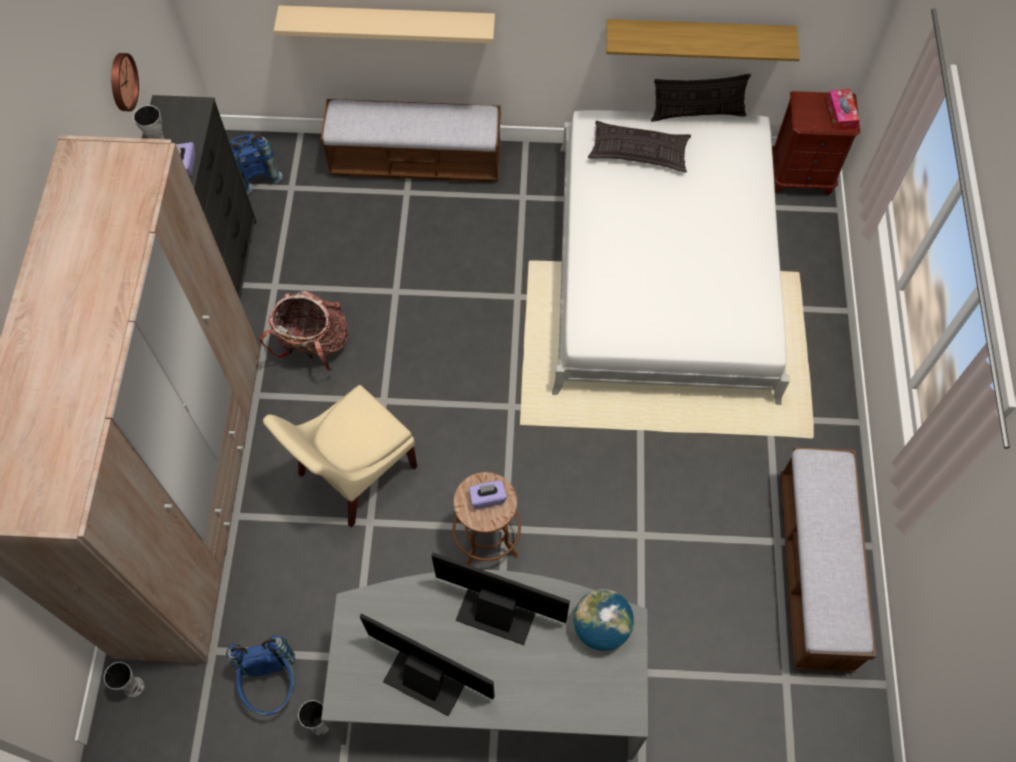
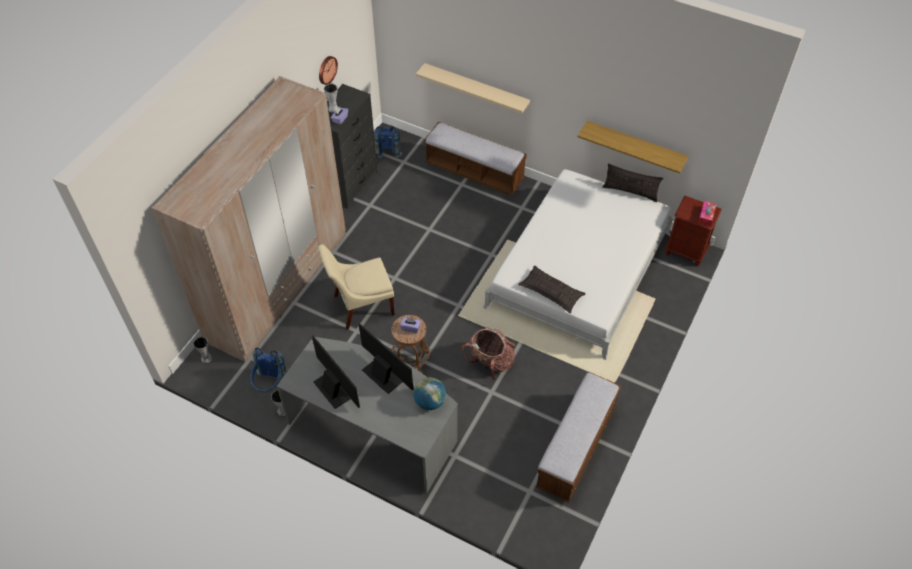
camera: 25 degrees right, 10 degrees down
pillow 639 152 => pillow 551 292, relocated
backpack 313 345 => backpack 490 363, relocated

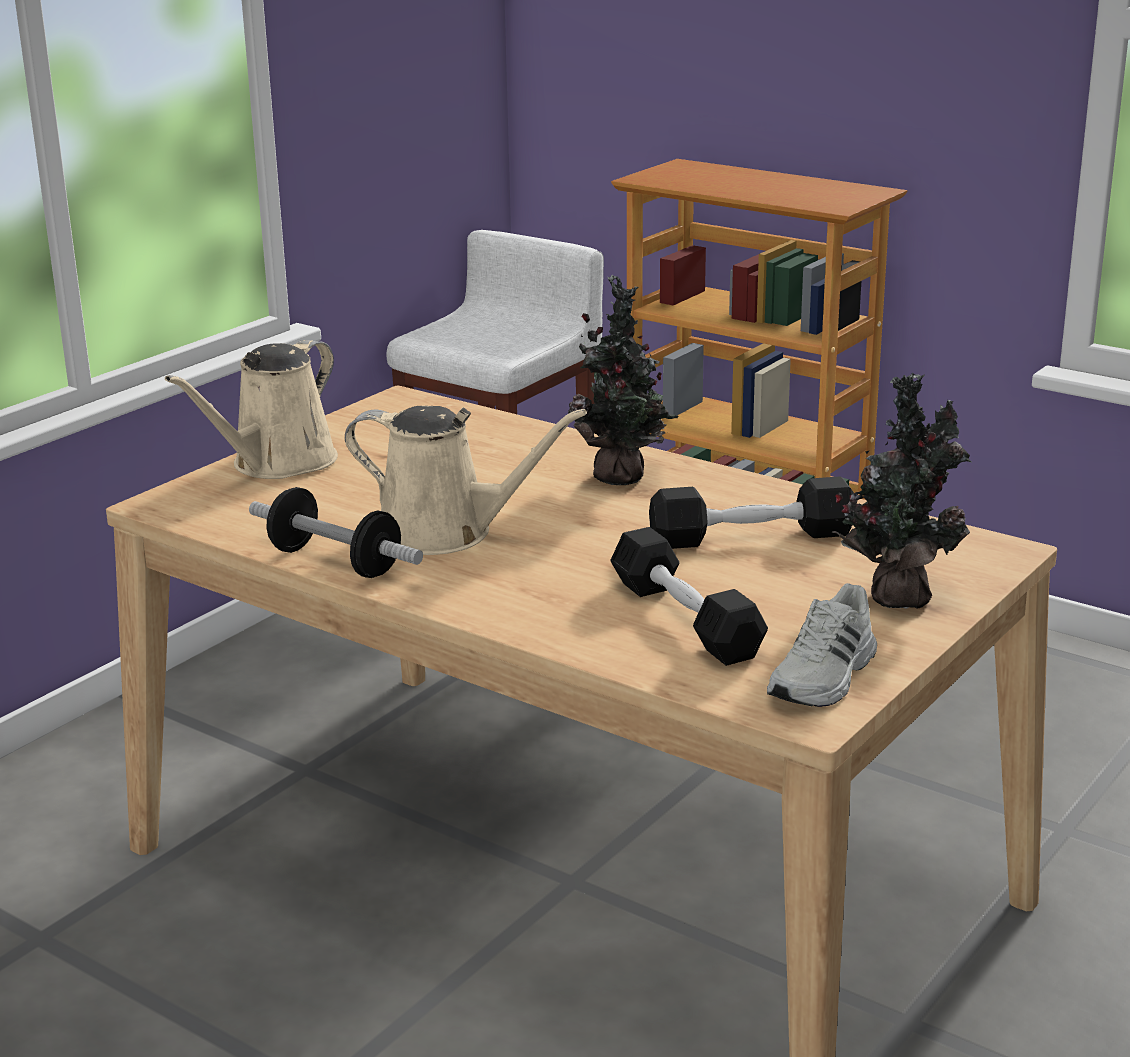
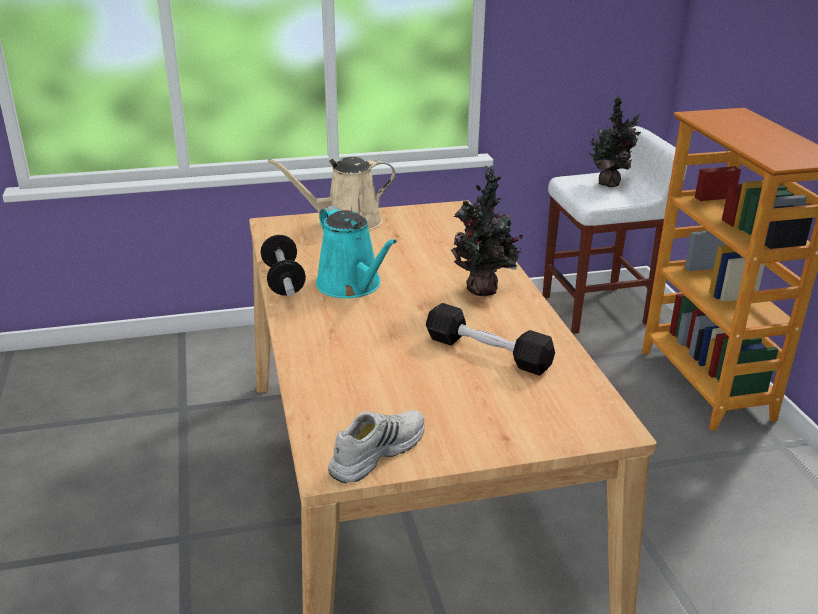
camera: 40 degrees right, 5 degrees up
potted plant 897 596 => potted plant 609 183, relocated
beige watering can 446 532 => turquoise watering can 352 286
black dumbbell 685 619 => nothing
white shoe 825 677 => white shoe 376 452, 150 degrees clockwise

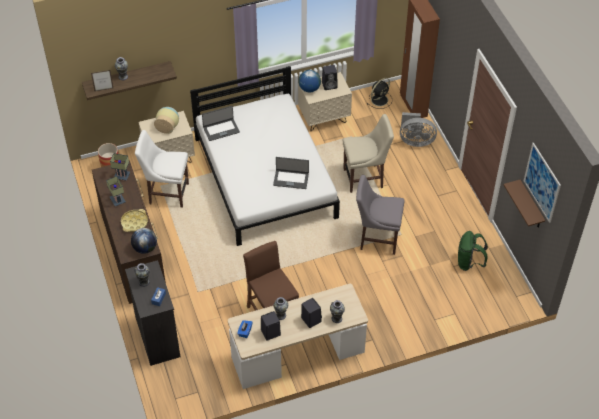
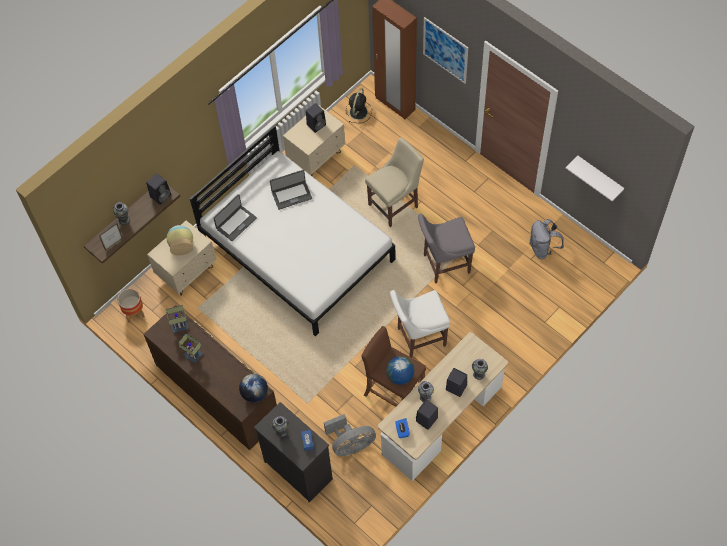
camera: 25 degrees left, 10 degrees up
globe 309 89 => globe 400 376, relocated
grey fan 415 141 => grey fan 351 444, relocated
white chair 167 193 => white chair 419 337, relocated
picture 542 182 => picture 445 50, relocated
laptop 291 179 => laptop 291 195, relocated
brown shelf 531 206 => white shelf 599 177
yellow tray 134 222 => nothing
green backpack 469 263 => grey backpack 543 248
nothing => black speaker 161 195

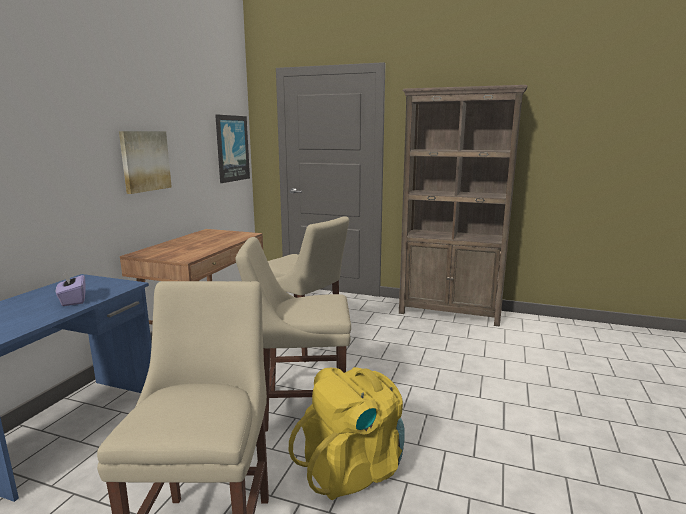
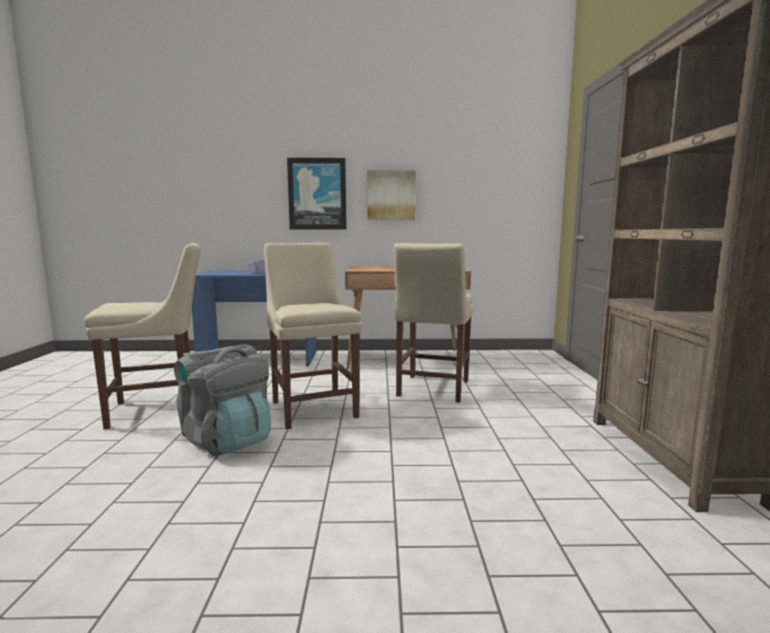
camera: 70 degrees right, 5 degrees down
picture 232 148 => picture 317 194, relocated
yellow backpack 353 469 => grey backpack 227 440

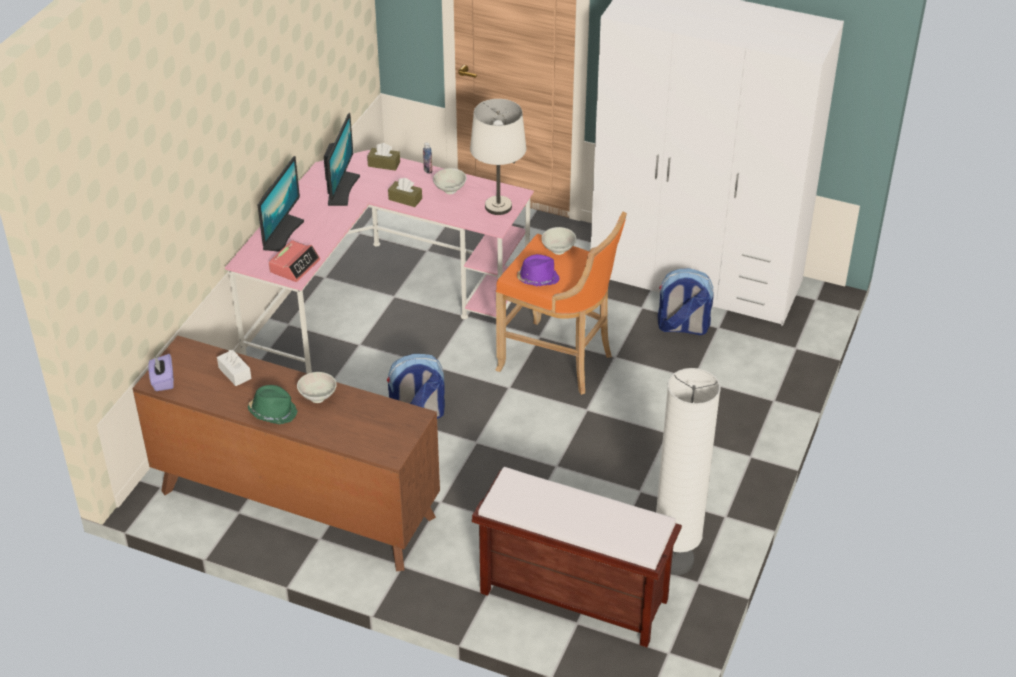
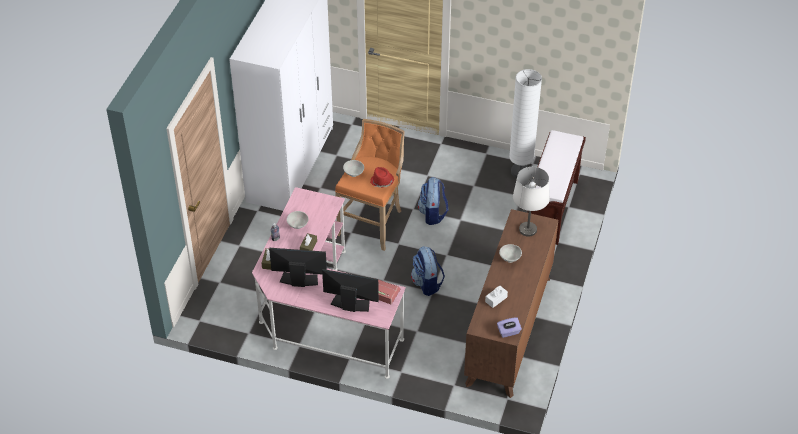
camera: 95 degrees left, 5 degrees up
white table lamp 498 207 => white table lamp 528 230, relocated
purple hat 537 279 => red hat 382 182
backpack 682 327 => backpack 433 214, relocated
green hat 273 412 => nothing

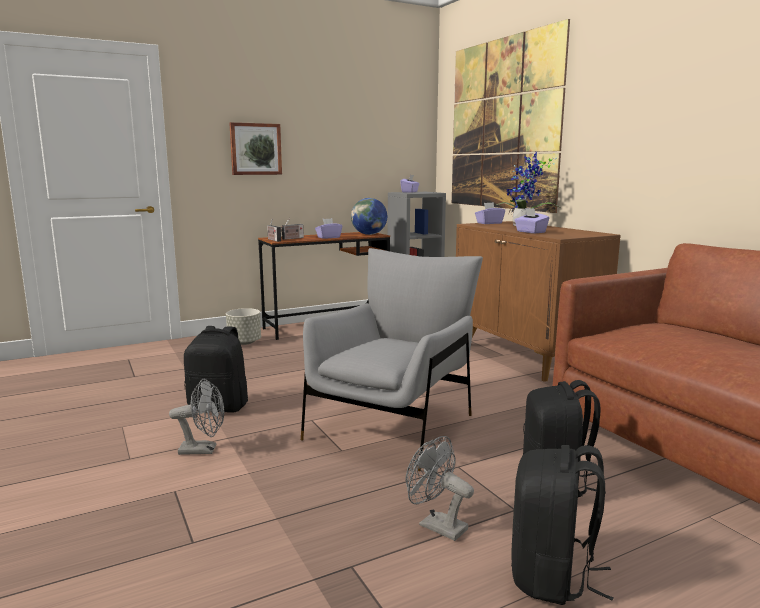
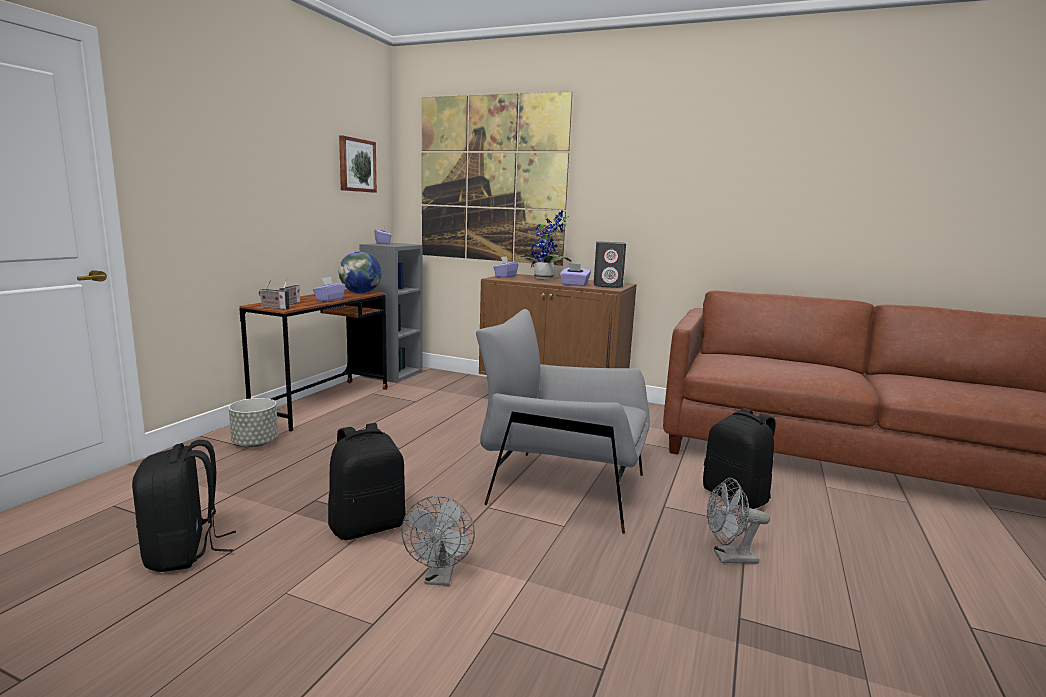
camera: 40 degrees left, 0 degrees up
picture 255 149 => picture 356 165, relocated
grey armchair 393 425 => grey armchair 562 488, 60 degrees counterclockwise
grey fan 204 450 => grey fan 440 577, 135 degrees clockwise
black backpack 552 576 => black backpack 184 552, relocated
nothing => grey speaker 608 285

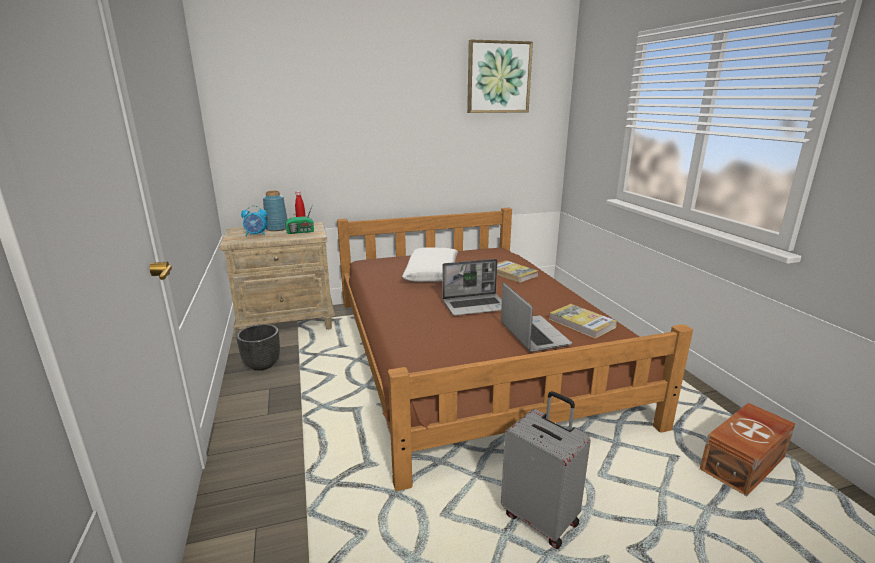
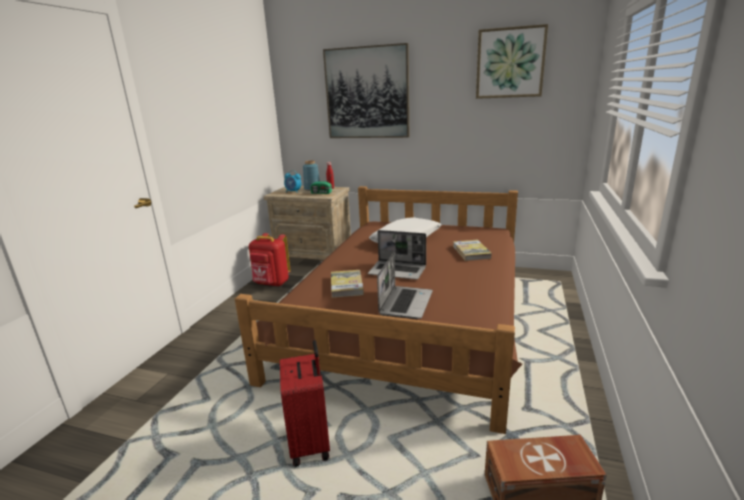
camera: 35 degrees right, 0 degrees up
book 582 323 => book 346 285, relocated
black planter 262 364 => red backpack 271 283
grey suitcase 541 518 => red suitcase 311 443
nothing => picture 367 93

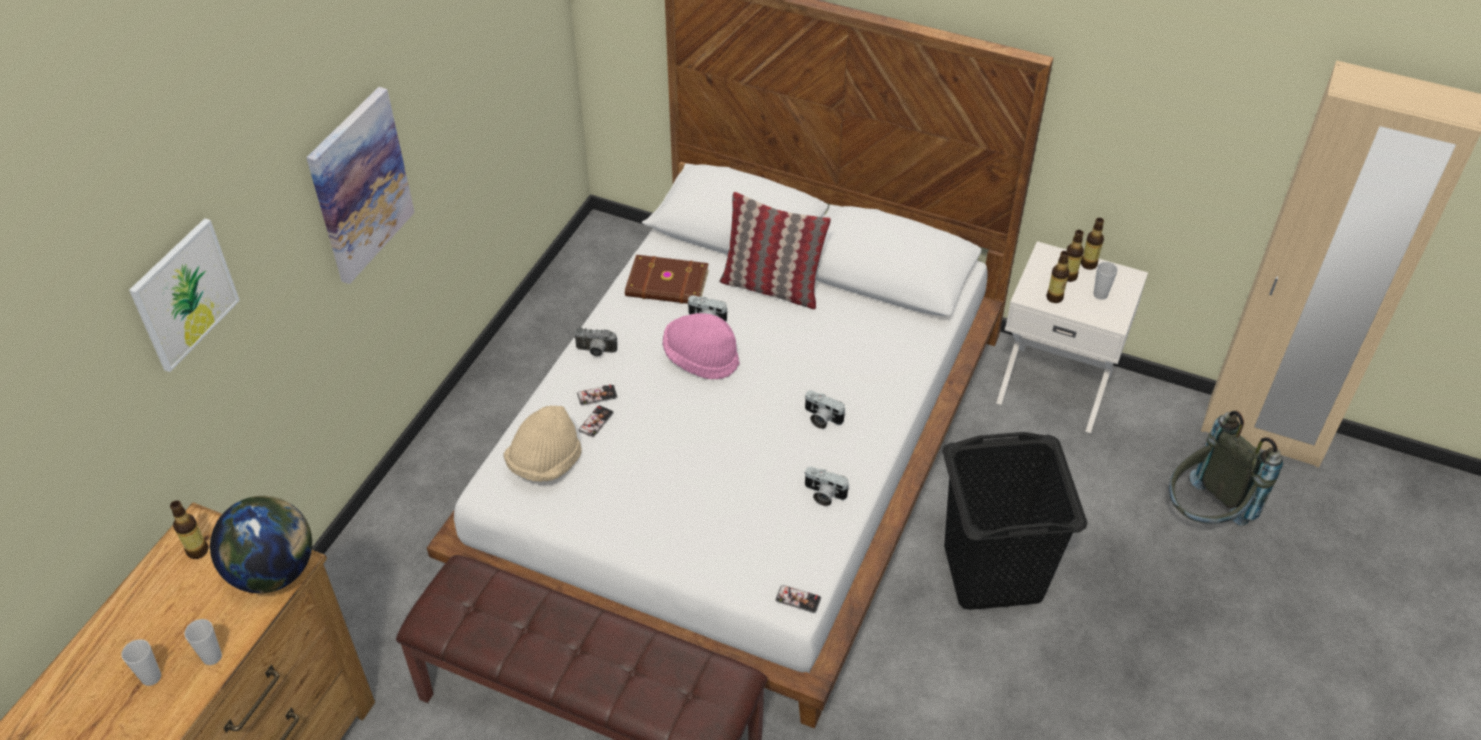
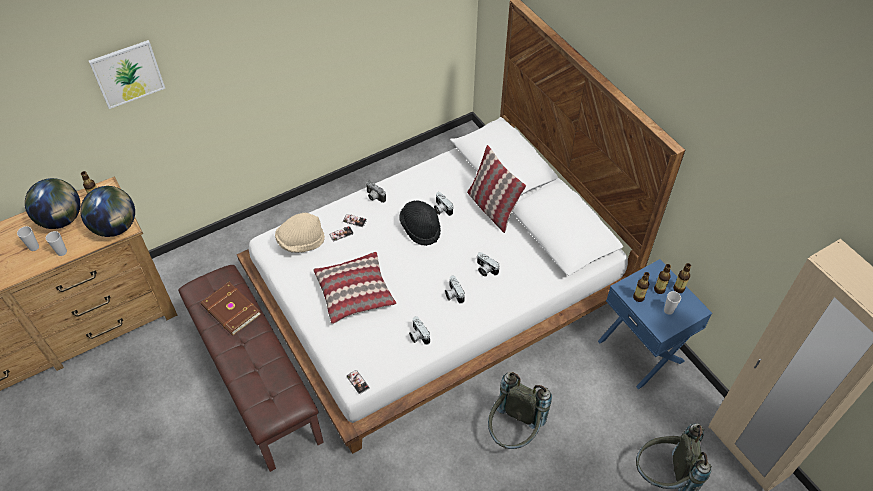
camera: 35 degrees right, 5 degrees up
picture 359 185 => nothing
white nightstand 1055 385 => blue nightstand 641 350
brown book 667 285 => brown book 230 311, relocated
pink hat 701 358 => black hat 421 228
black laundry basket 993 571 => grey backpack 513 432
nothing => globe 62 219
nothing => pillow 355 292
nothing => photo camera 485 269

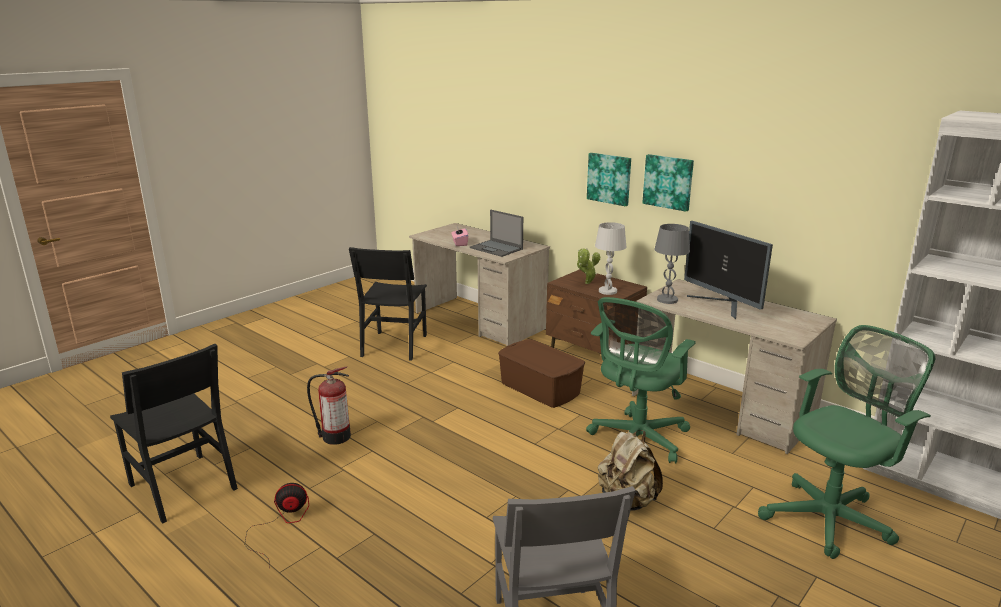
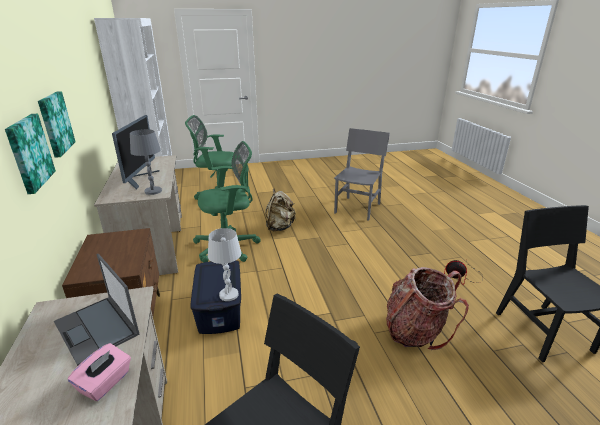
camera: 145 degrees left, 5 degrees up
laptop 497 248 => laptop 97 329, 150 degrees clockwise
white table lamp 608 291 => white table lamp 228 294, relocated
potted plant 586 283 => nothing
brown storage box 540 388 => blue storage box 220 308
fire extinguisher 334 436 => backpack 416 331

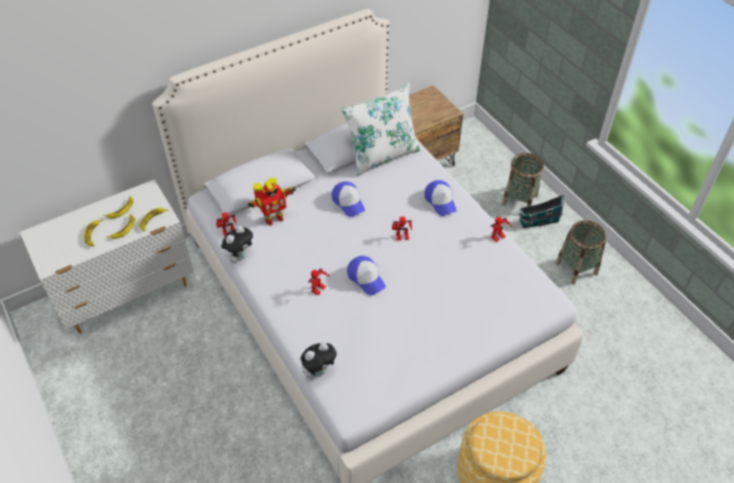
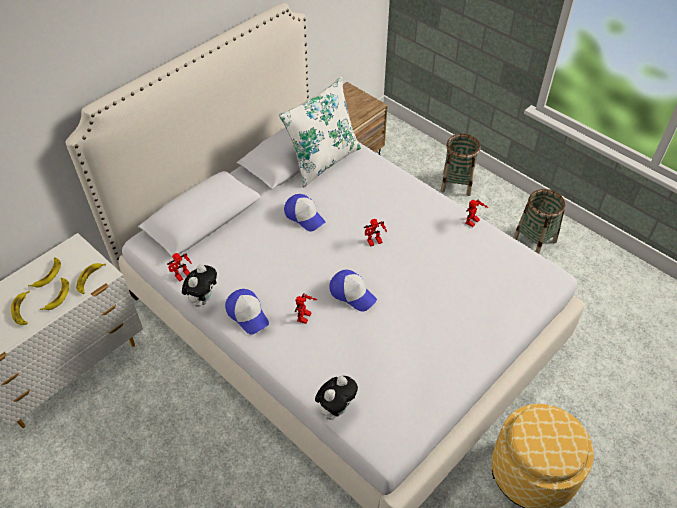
camera: 15 degrees left, 0 degrees up
toy robot 273 218 => nothing
cap 440 201 => cap 247 314, relocated
toy house 537 221 => nothing

